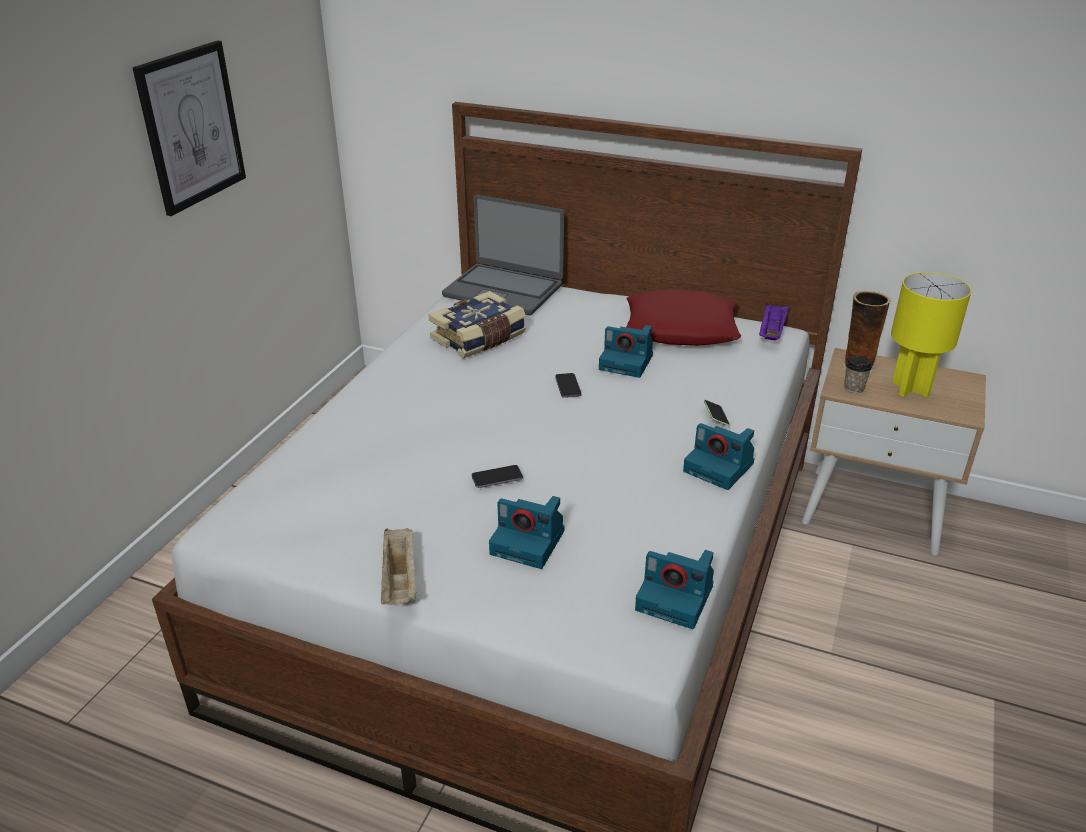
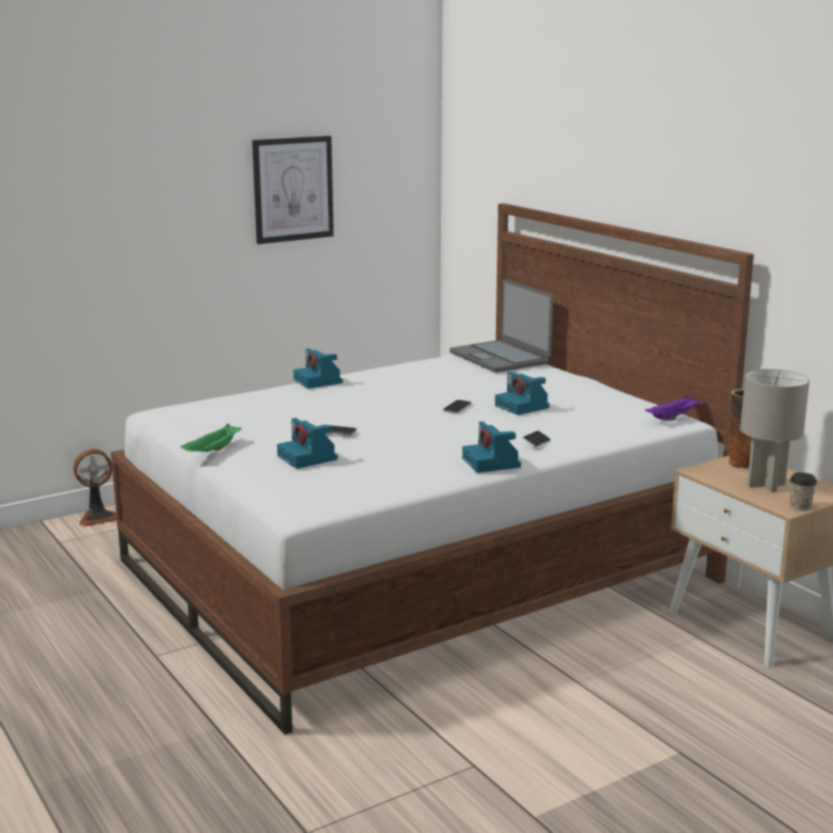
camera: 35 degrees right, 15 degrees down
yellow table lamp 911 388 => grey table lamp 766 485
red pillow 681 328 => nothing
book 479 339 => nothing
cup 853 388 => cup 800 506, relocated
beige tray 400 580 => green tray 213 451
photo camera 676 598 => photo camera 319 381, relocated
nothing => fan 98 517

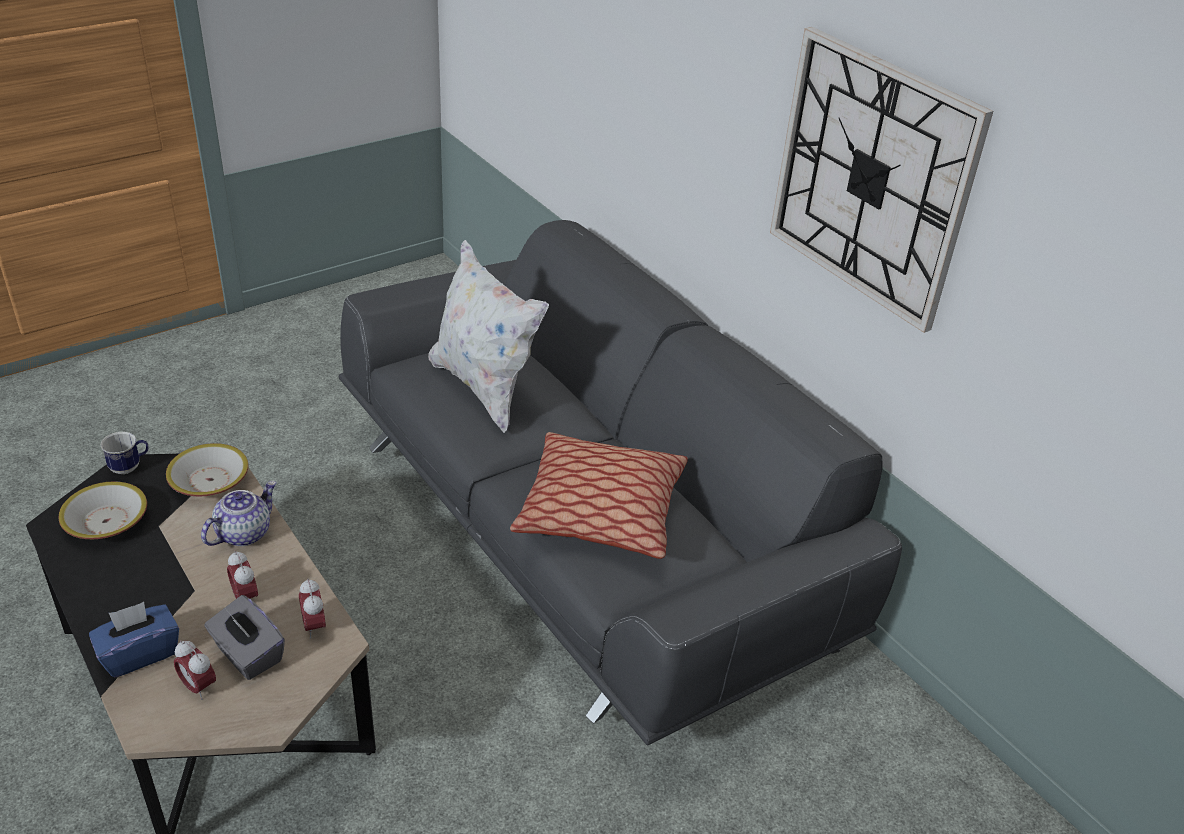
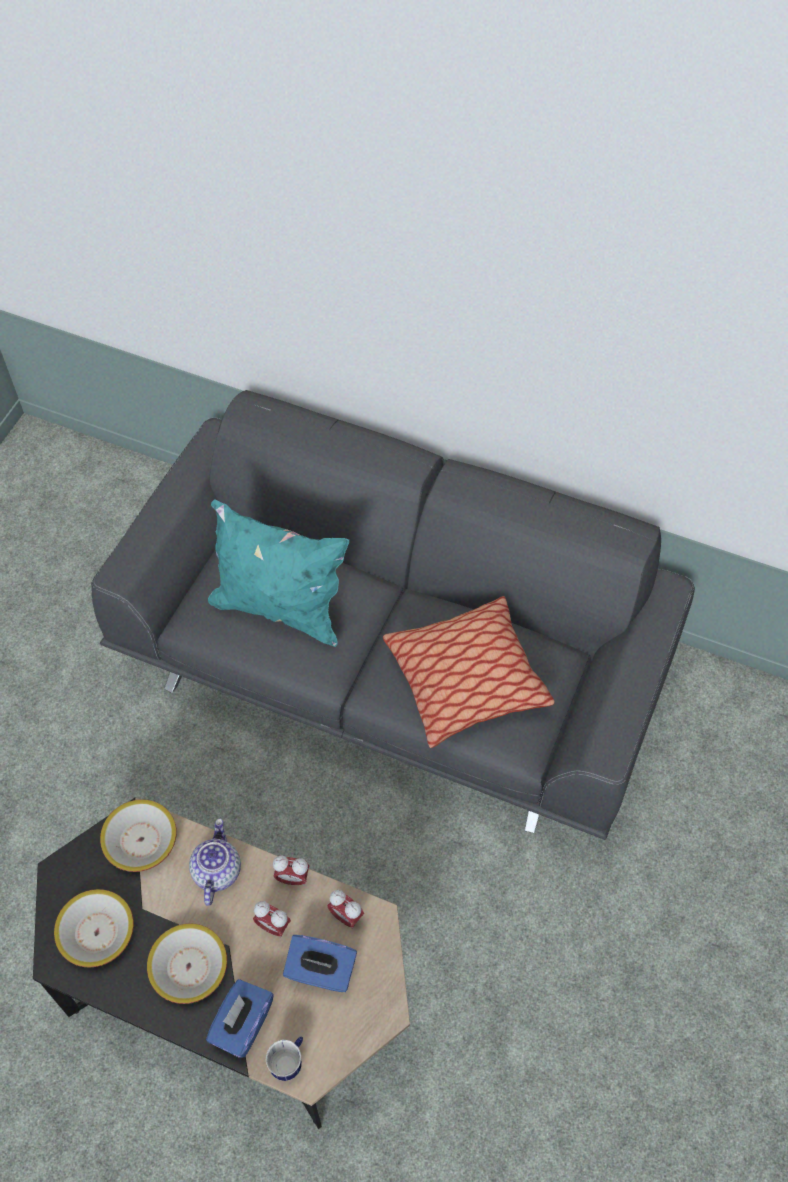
camera: 30 degrees left, 20 degrees up
wall clock 871 178 => nothing
white pillow 484 388 => turquoise pillow 280 608
mug 130 467 => mug 289 1061, relocated
grey tissue box 248 654 => blue tissue box 320 971
alarm clock 198 687 => alarm clock 292 878, relocated
nothing => bowl 189 966

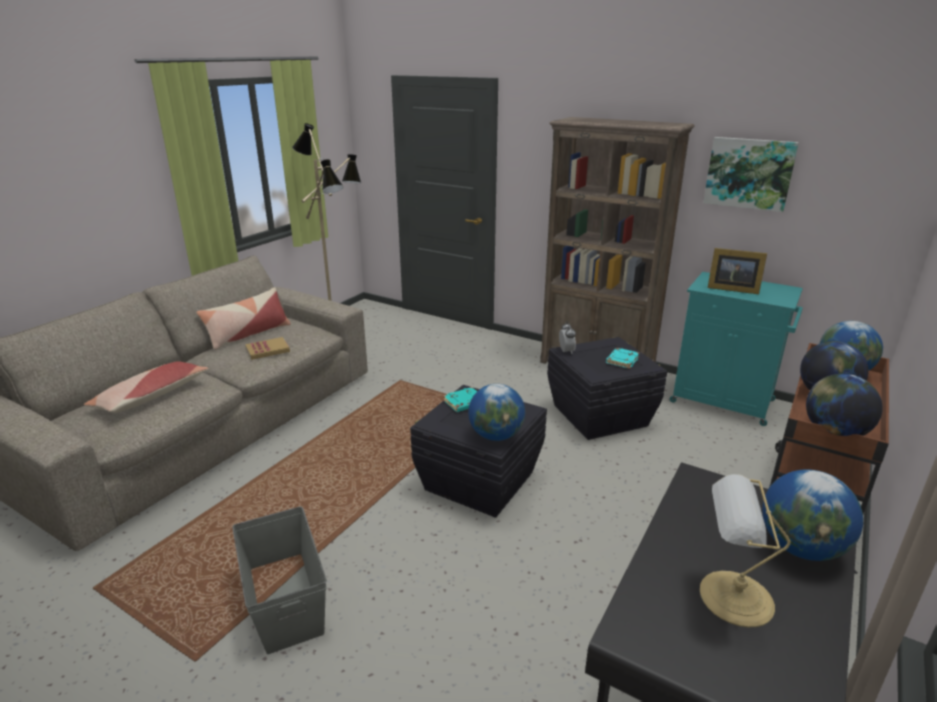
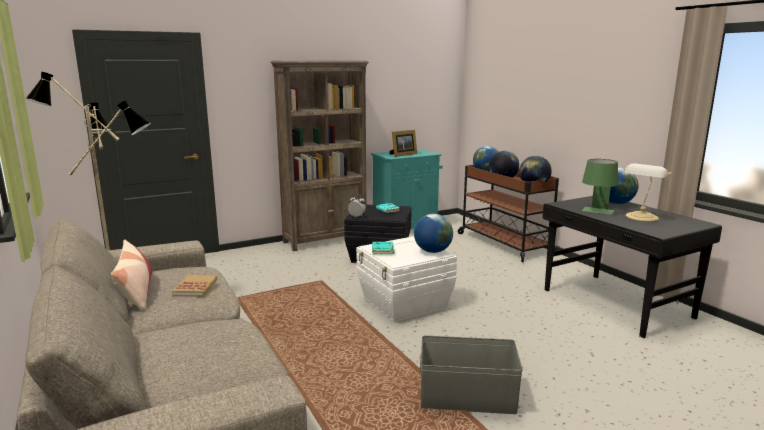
camera: 60 degrees left, 10 degrees down
picture 749 173 => nothing
pillow 151 396 => nothing
black storage box 478 481 => white storage box 404 304
nothing => green table lamp 597 212

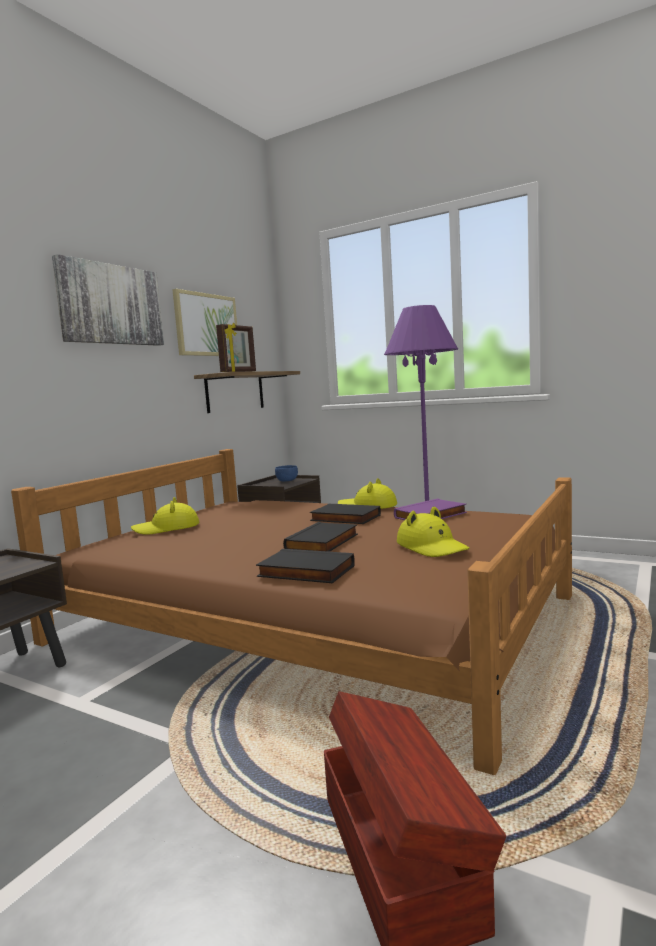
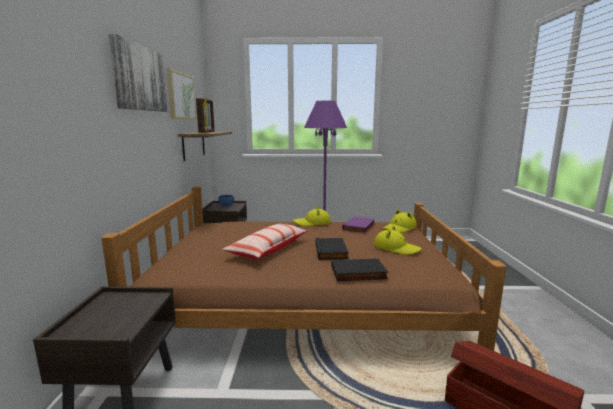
camera: 30 degrees left, 5 degrees up
yellow hat 167 529 => yellow hat 399 228, relocated
black book 344 518 => nothing
nothing => pillow 268 249

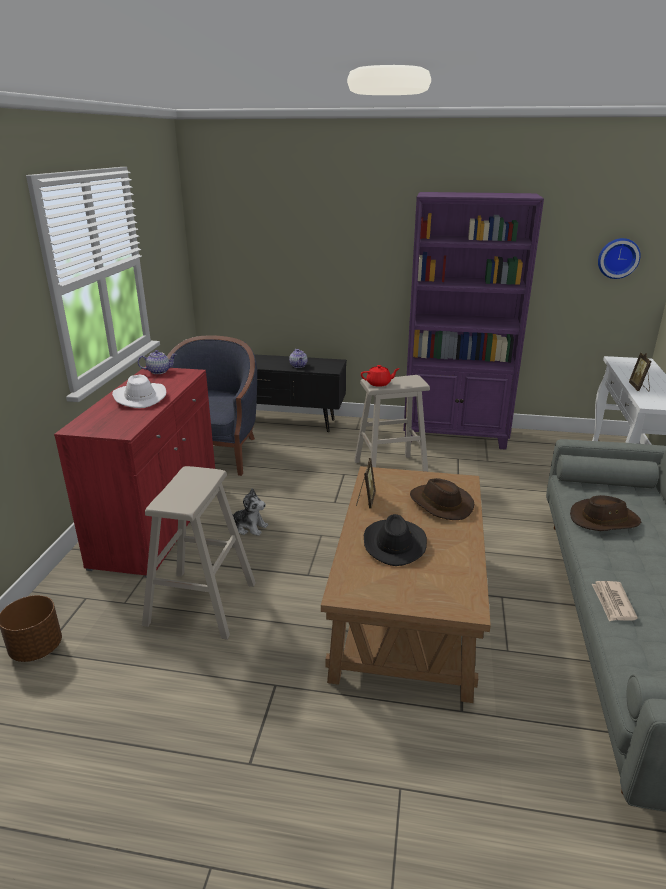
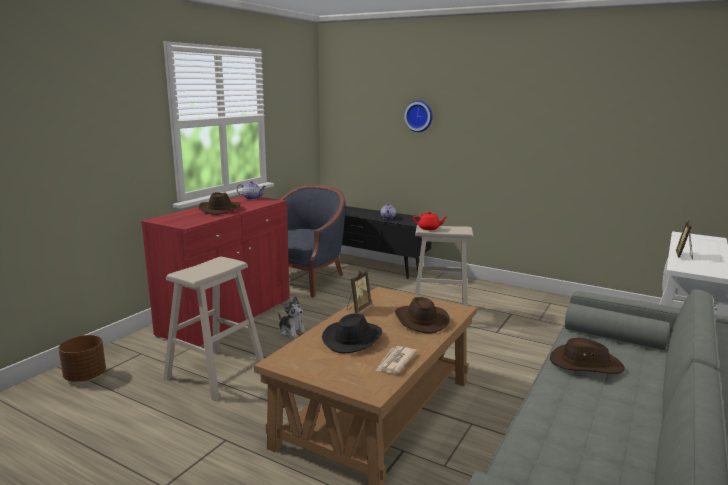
camera: 20 degrees right, 10 degrees down
purple bookcase 455 435 => nothing
wall clock 618 258 => wall clock 419 116, relocated
white hat 139 397 => brown hat 220 209
newspaper 612 603 => newspaper 395 362, relocated

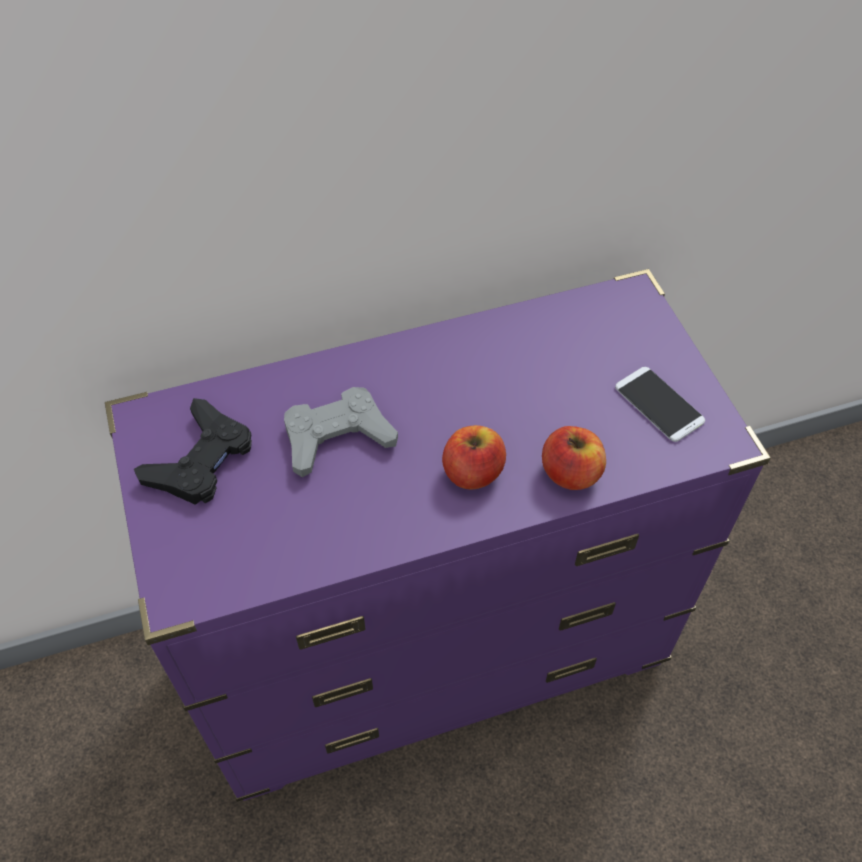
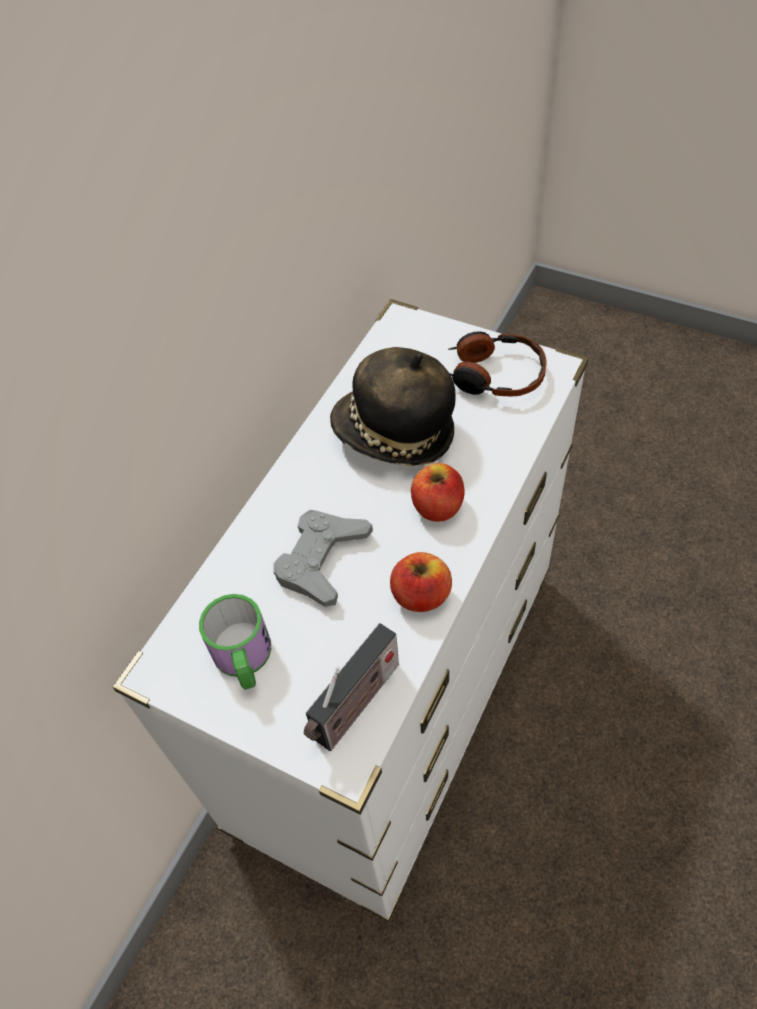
camera: 40 degrees left, 0 degrees up
purple dresser 431 646 => white dresser 398 697
phone 659 404 => headphones 494 375
black game controller 201 460 => mug 244 659
apple 570 473 => apple 421 595, relocated
nothing => hat 394 434
nothing => radio 355 707

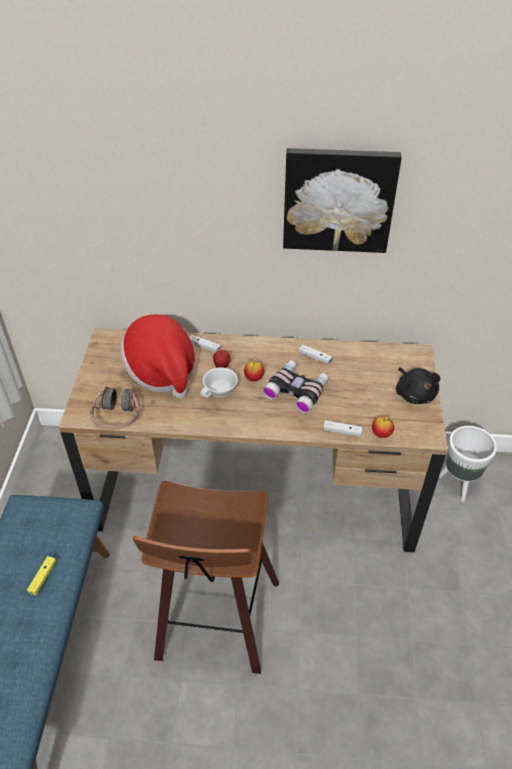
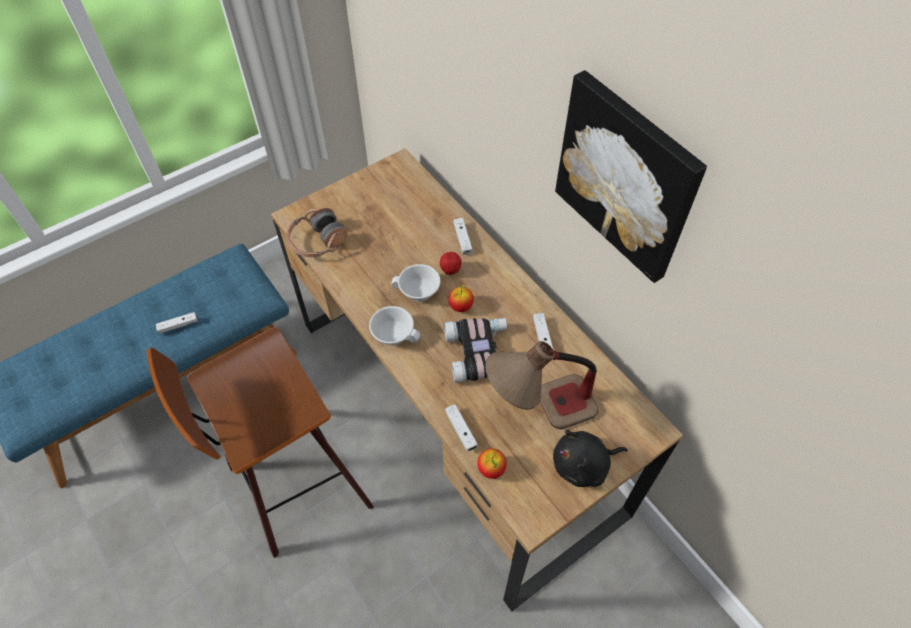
camera: 50 degrees right, 10 degrees up
hat 161 371 => nothing
black plush toy 414 393 => black plush toy 583 465, 45 degrees clockwise
white planter 458 484 => nothing
yellow game controller 43 577 => white game controller 178 325
nothing => white cup 395 333
nothing => table lamp 538 413

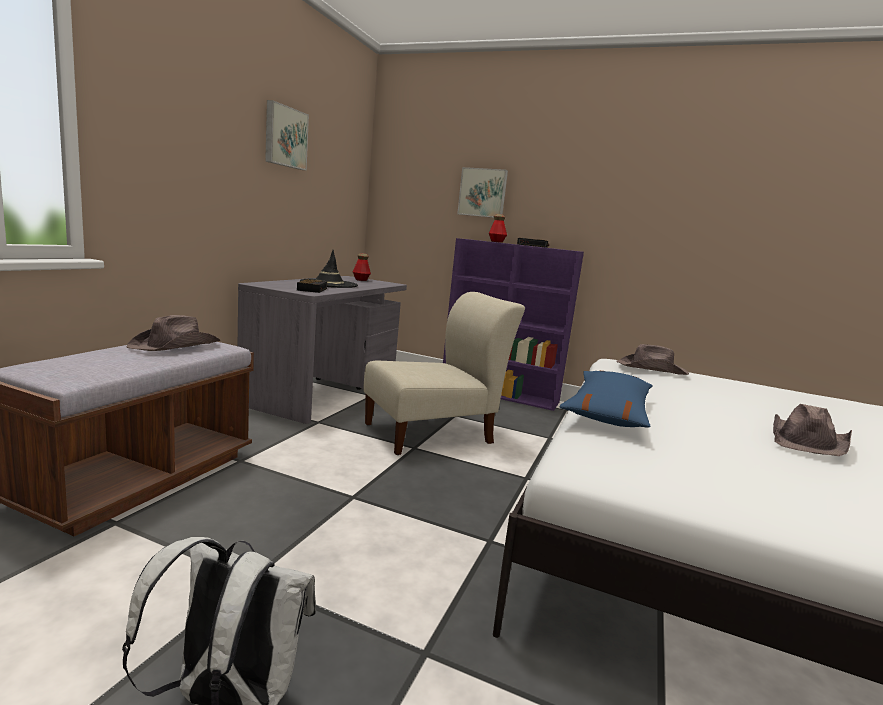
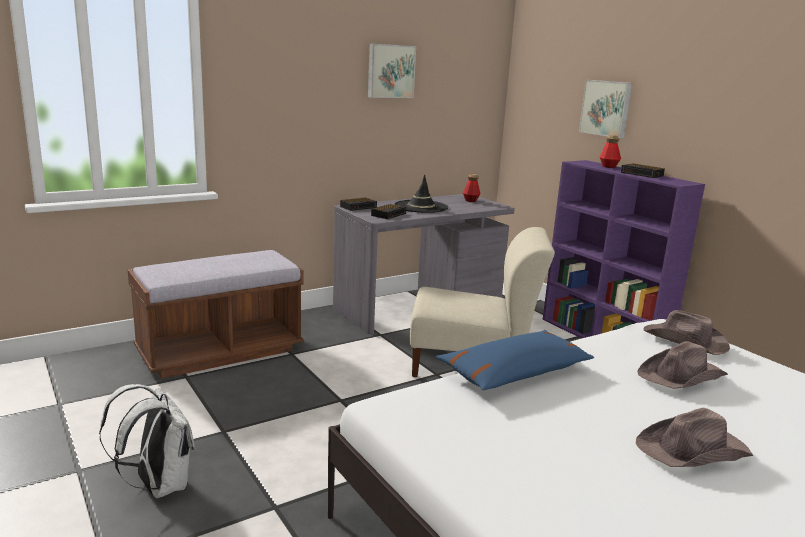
camera: 35 degrees right, 5 degrees up
brown hat 176 345 => brown hat 682 375, relocated
nothing => alarm clock 359 207

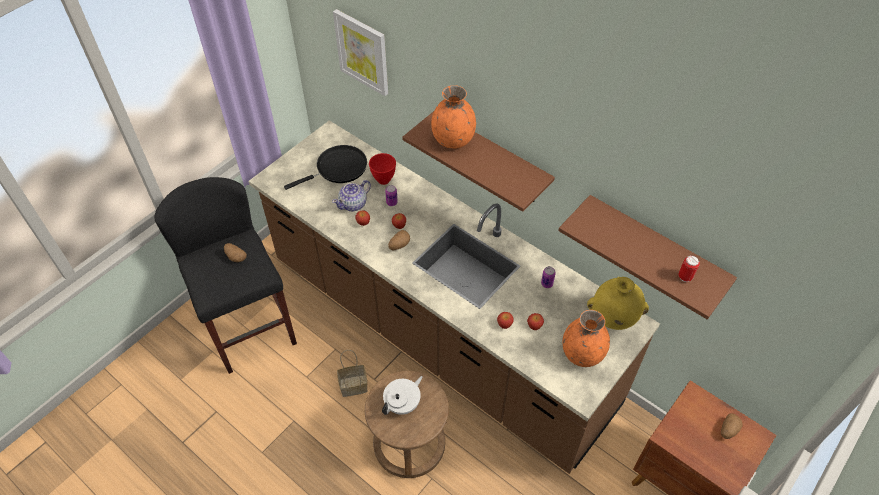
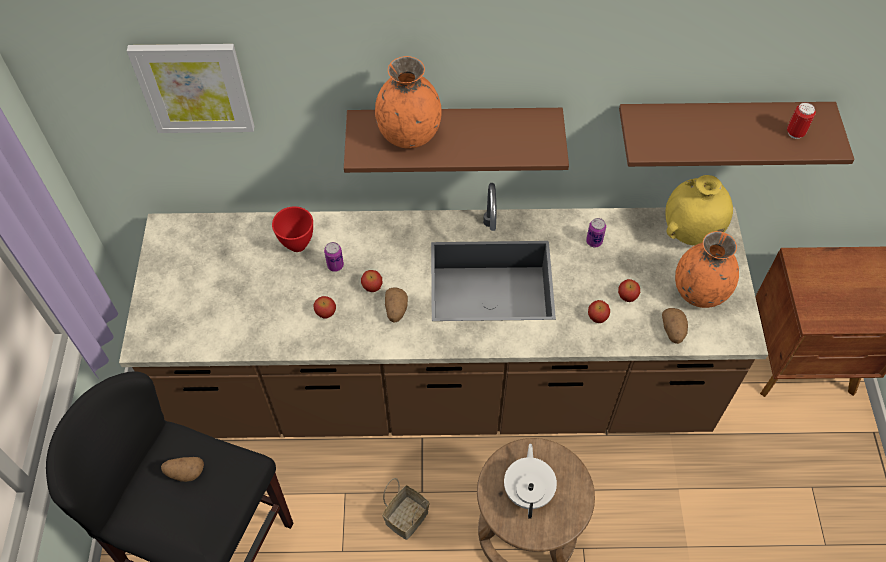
camera: 40 degrees left, 5 degrees up
black frying pan 338 168 => nothing
teapot 353 204 => nothing
potato 728 430 => potato 673 331, relocated

